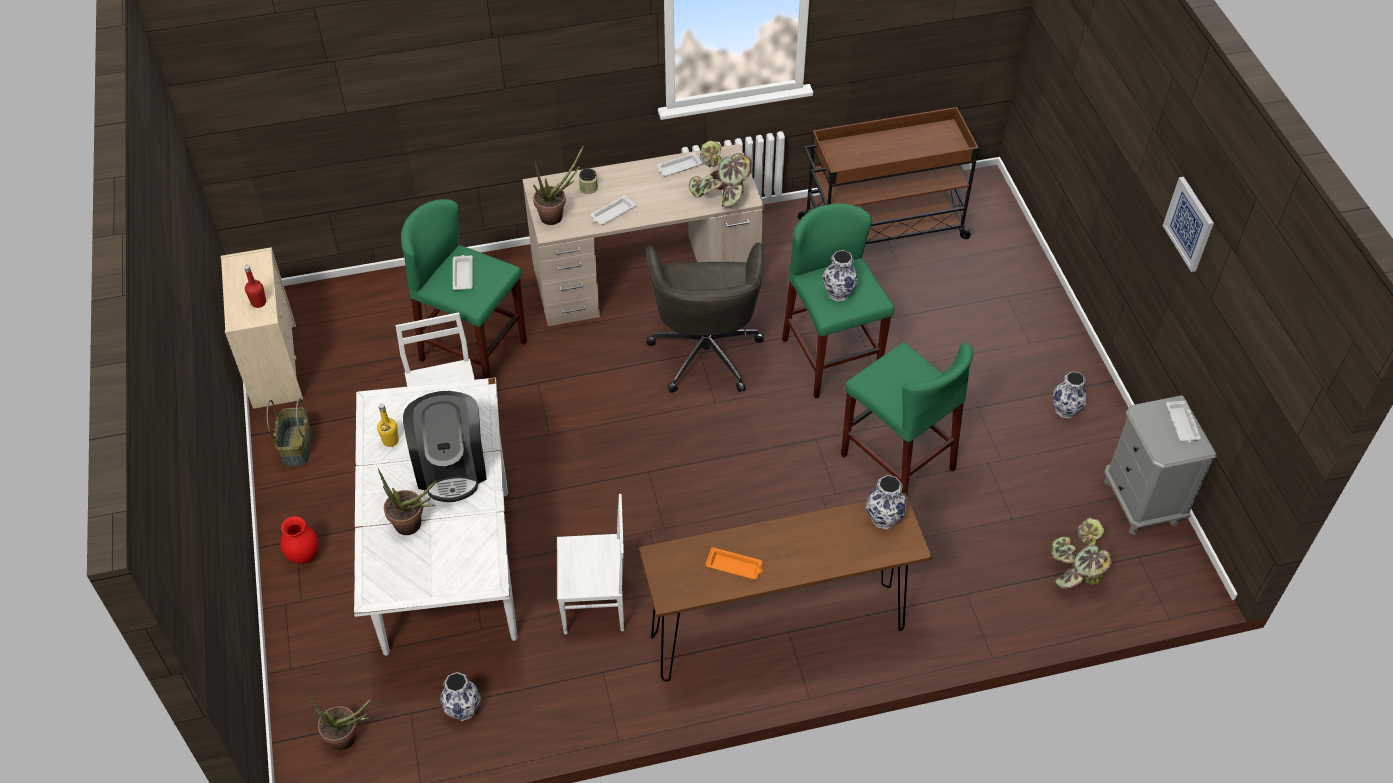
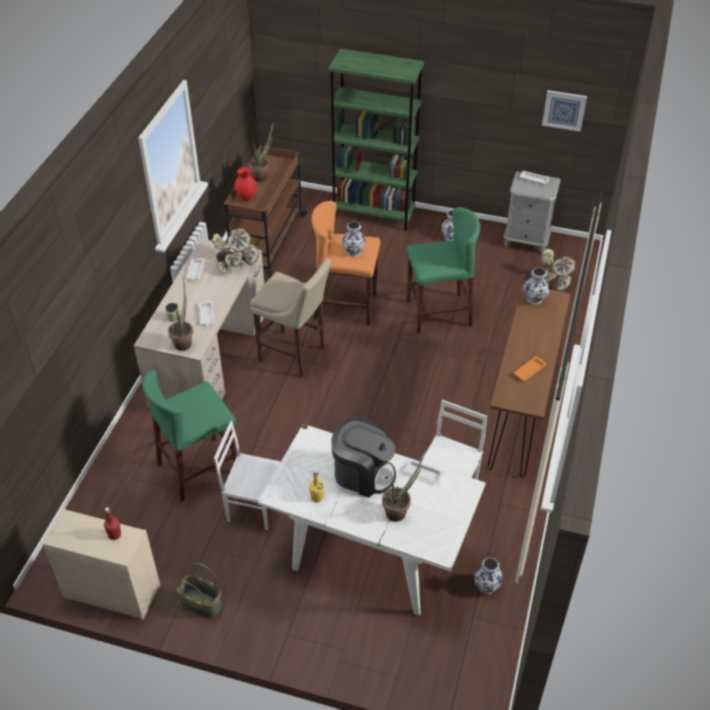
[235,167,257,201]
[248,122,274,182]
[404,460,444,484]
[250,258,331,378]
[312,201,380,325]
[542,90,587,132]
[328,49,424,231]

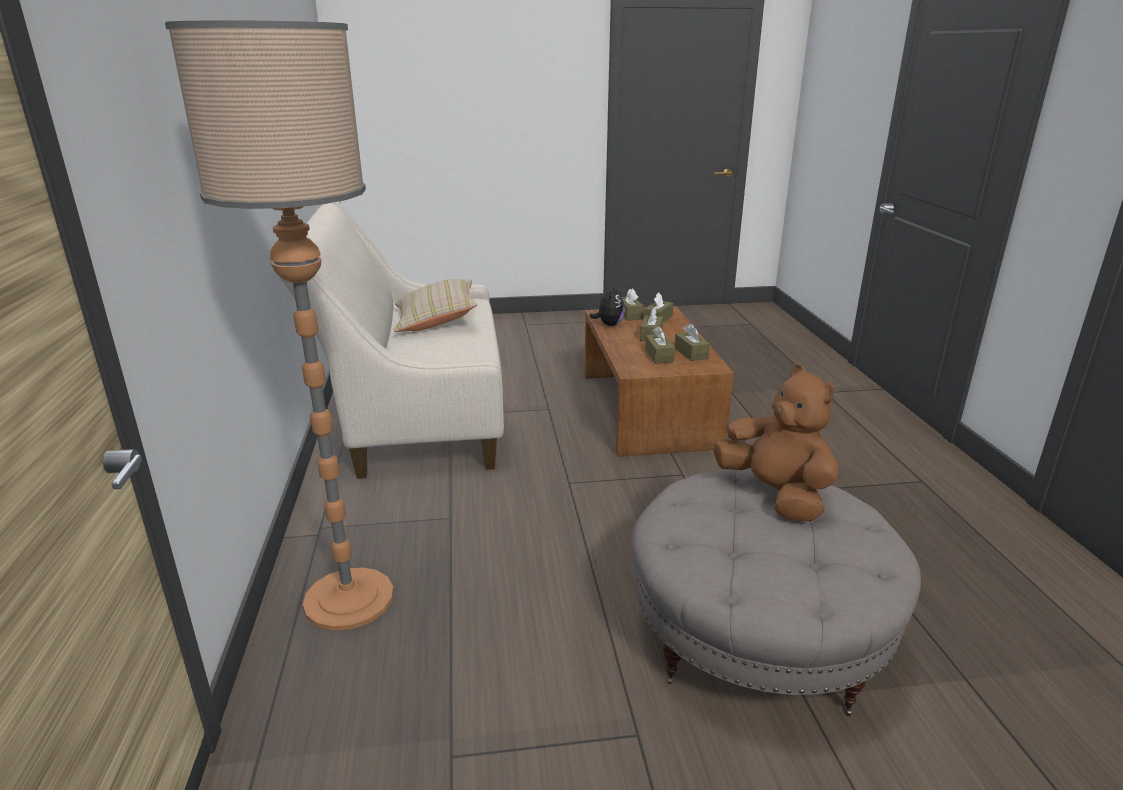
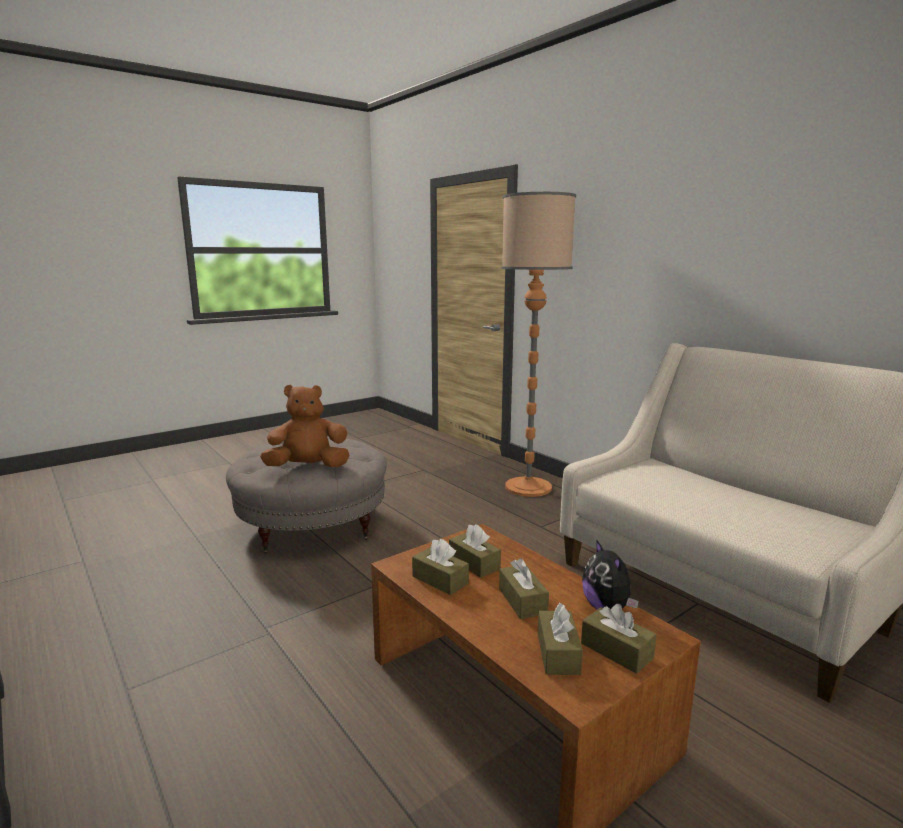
[394,279,477,332] (first image)
[260,385,350,467]

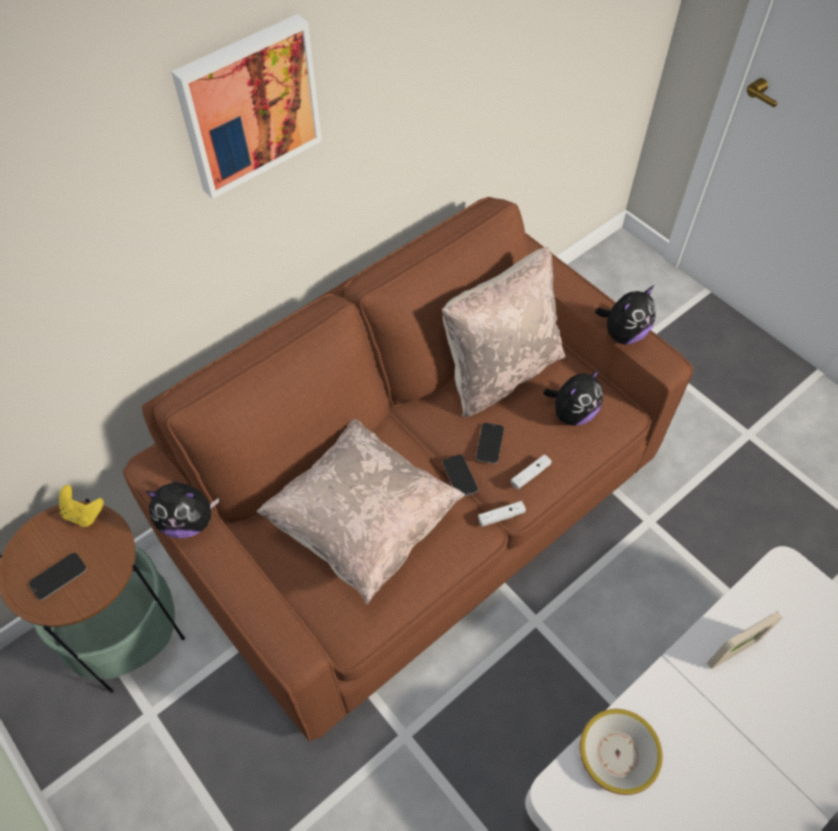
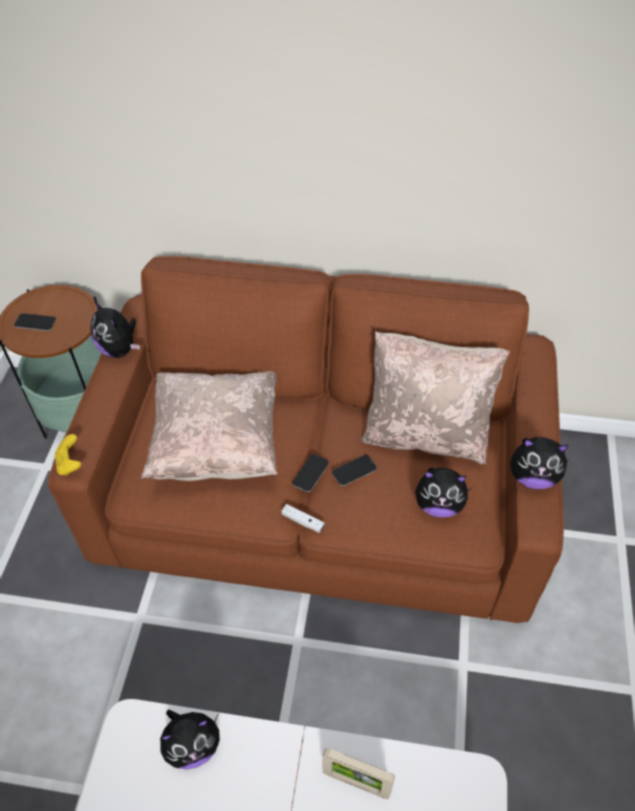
[55,434,81,476]
[171,14,322,199] (first image)
[511,454,552,490] (first image)
[160,709,220,770]

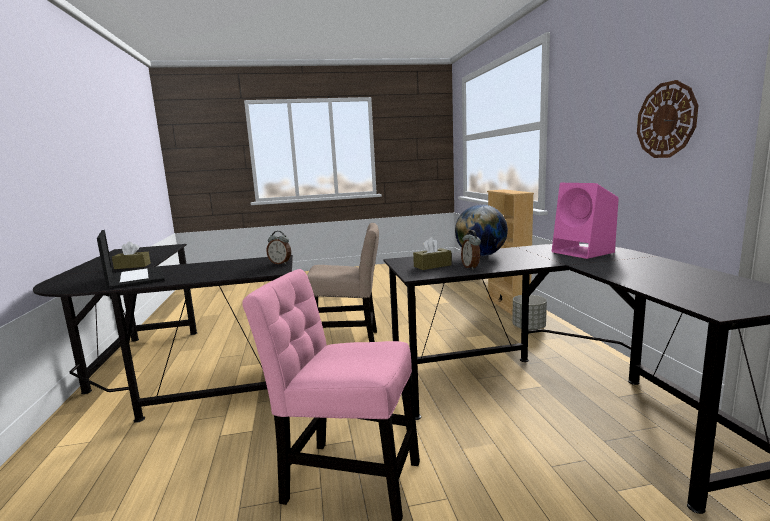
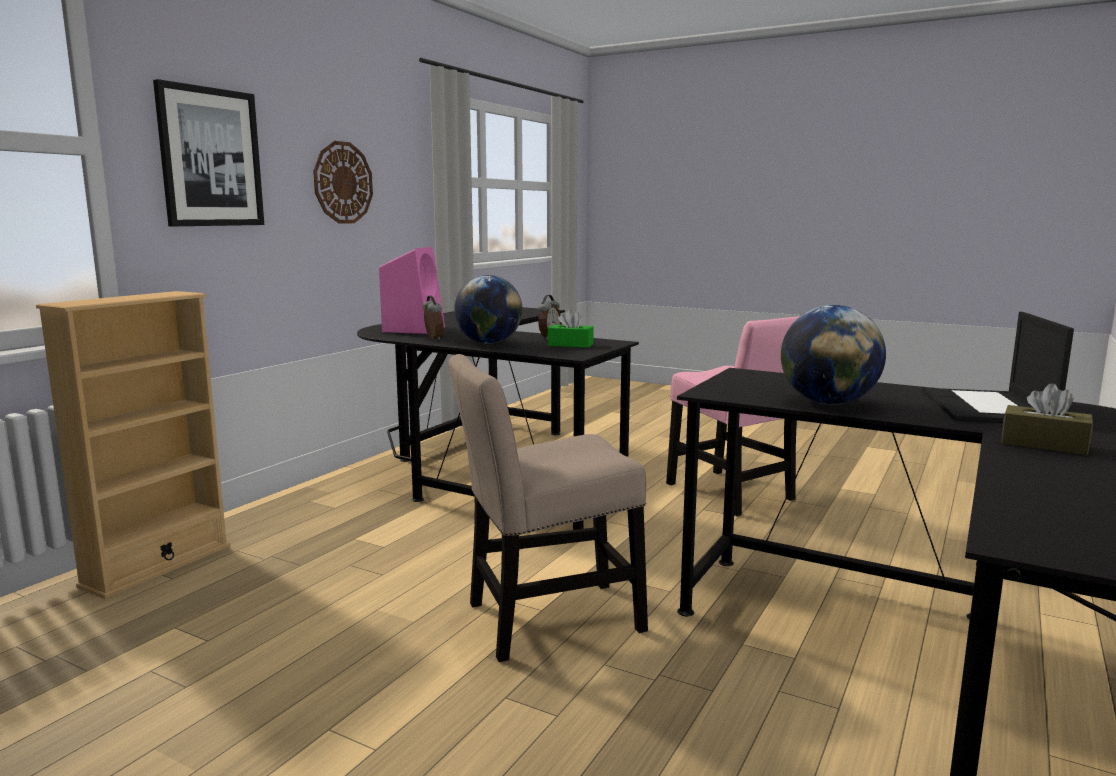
[422,295,444,340]
[448,354,648,662]
[548,309,594,348]
[512,295,547,331] (first image)
[153,79,264,226]
[781,305,886,405]

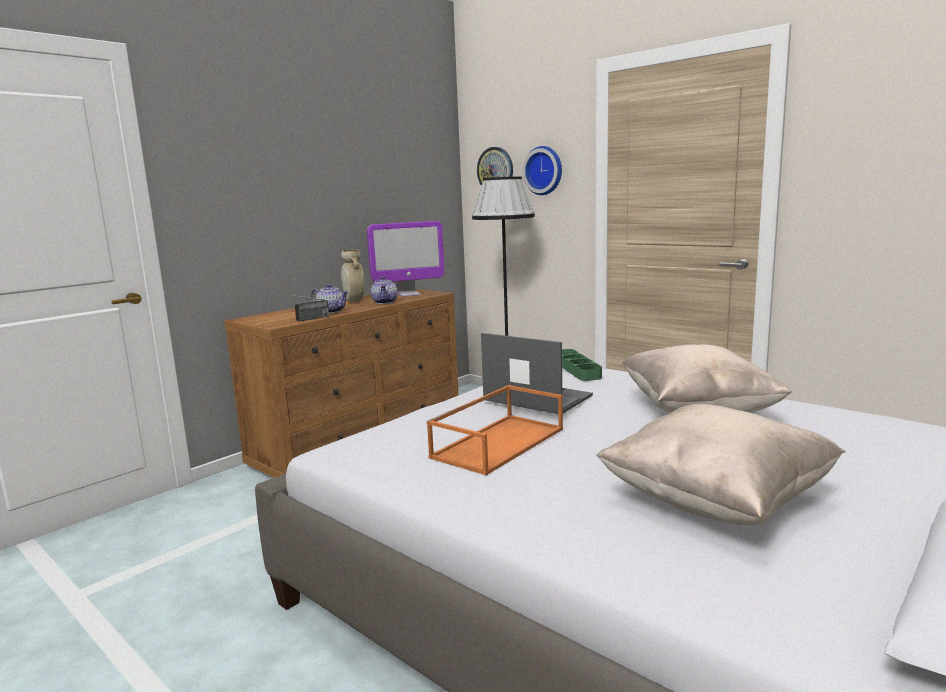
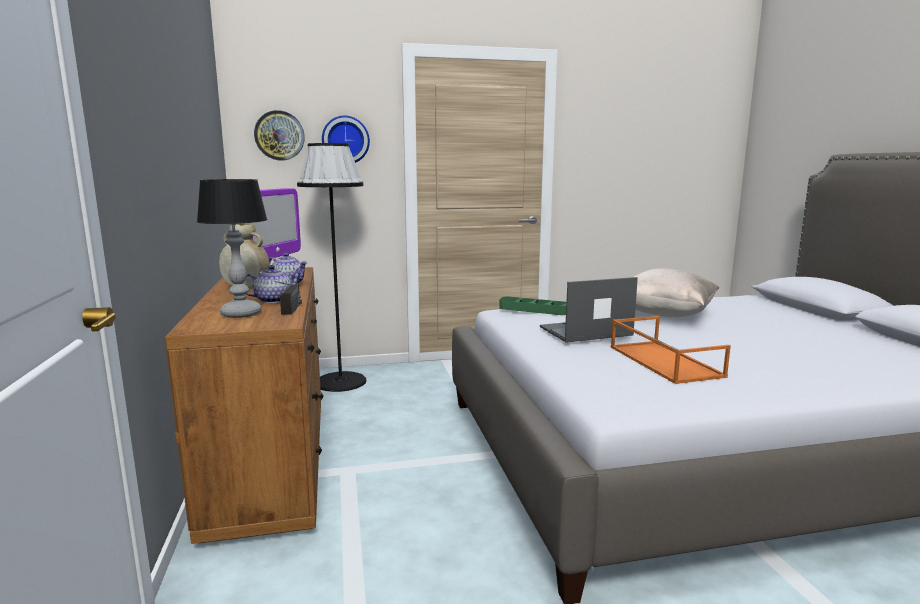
[596,404,845,525] (first image)
[197,179,268,318]

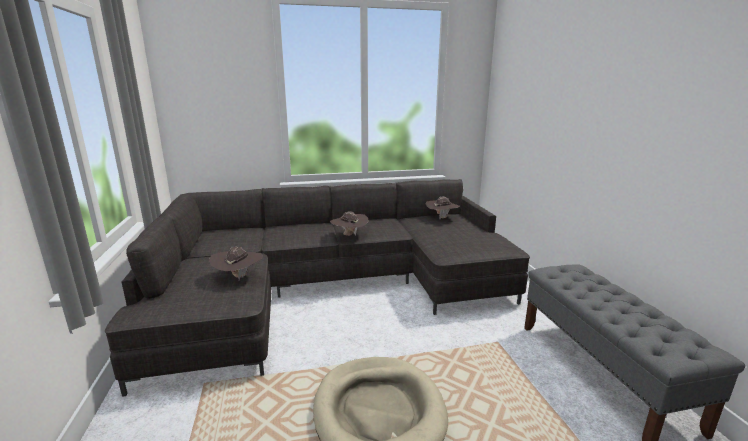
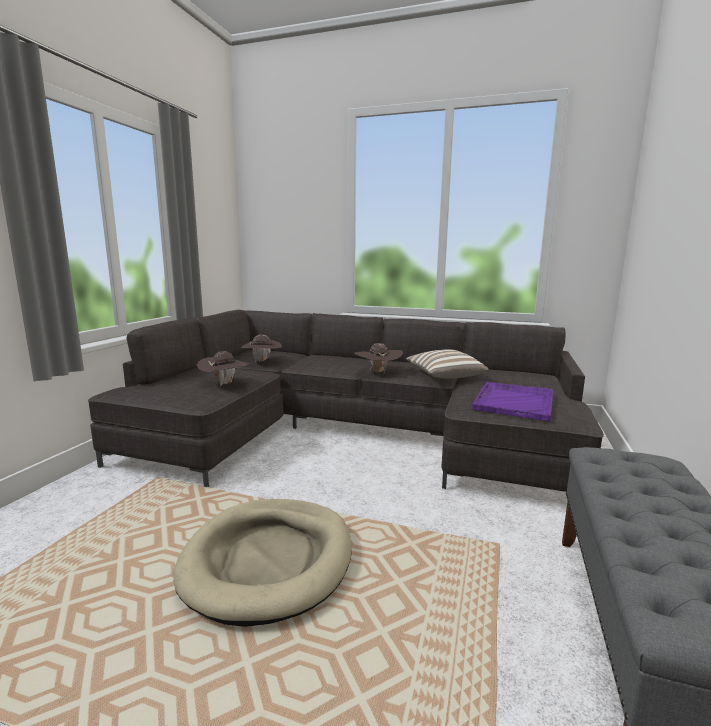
[241,335,282,363]
[405,349,489,379]
[472,382,553,421]

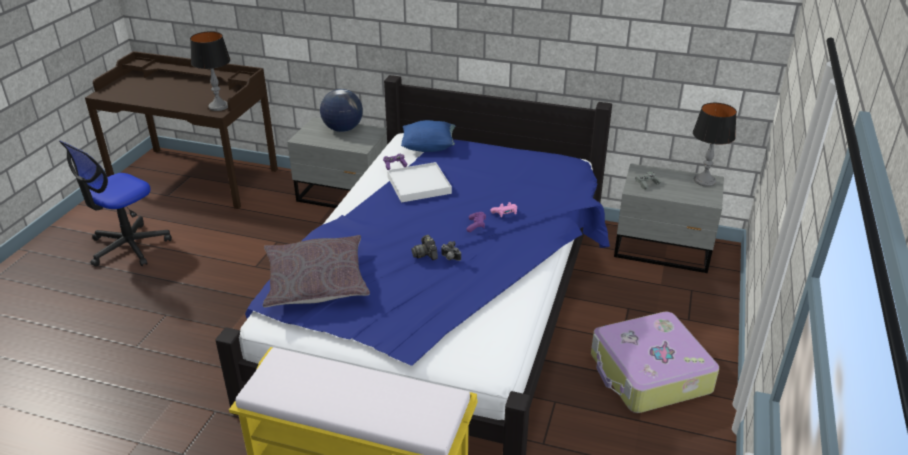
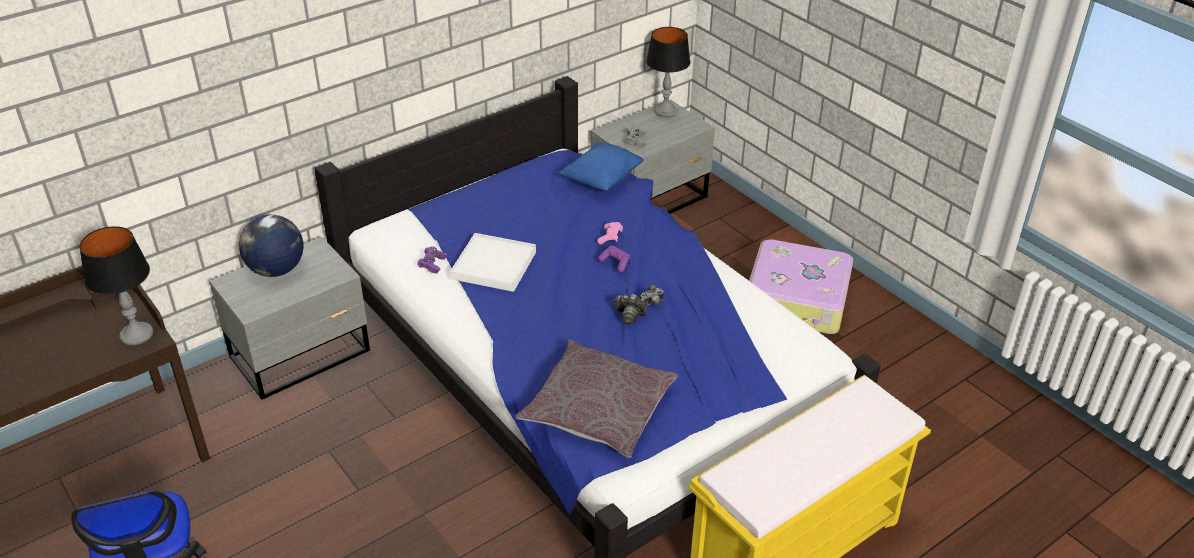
[559,142,644,191]

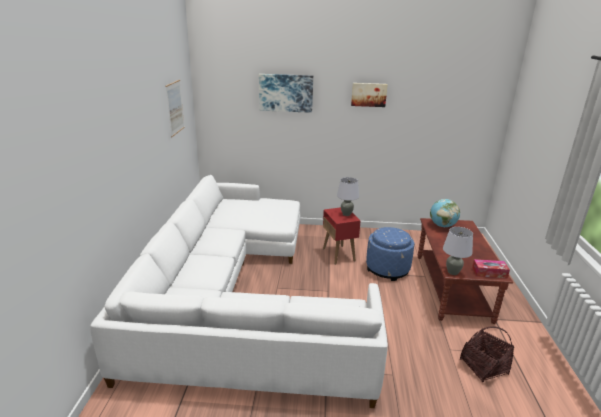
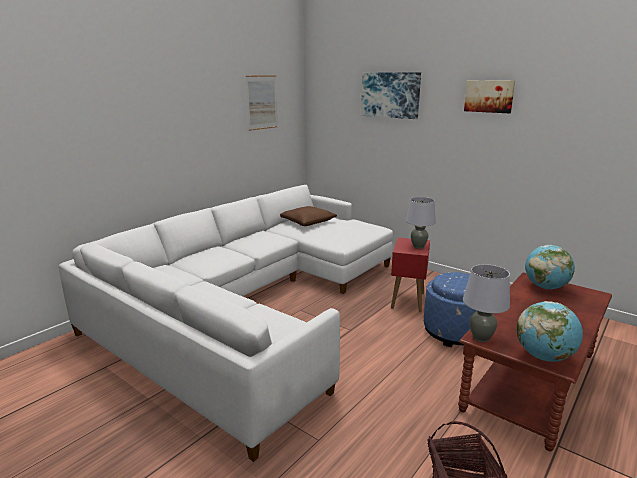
[517,301,583,362]
[280,206,337,226]

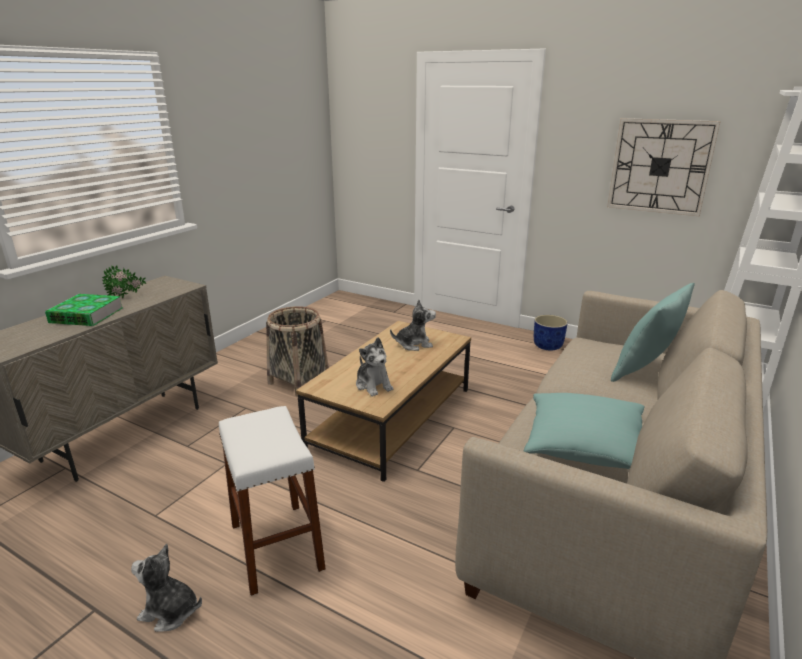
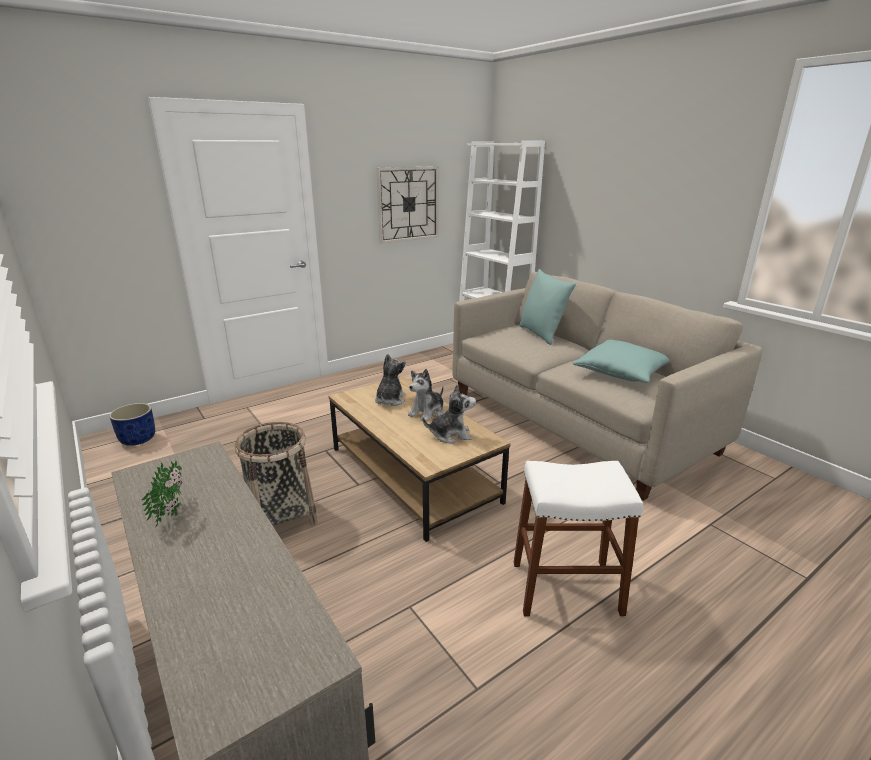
[45,294,123,326] (first image)
[408,369,444,422]
[109,403,155,446]

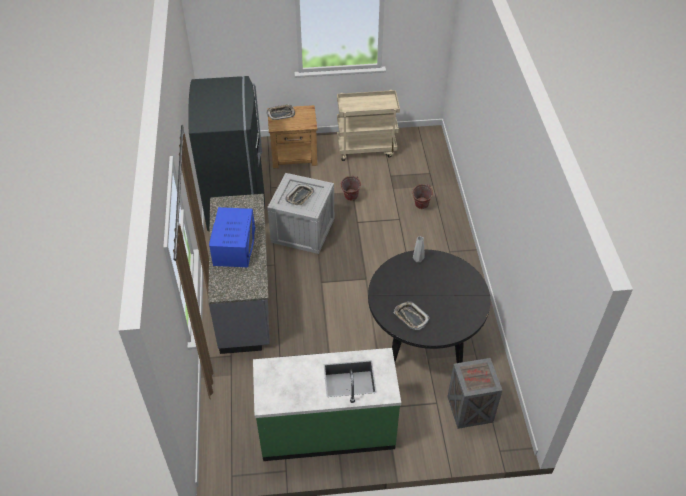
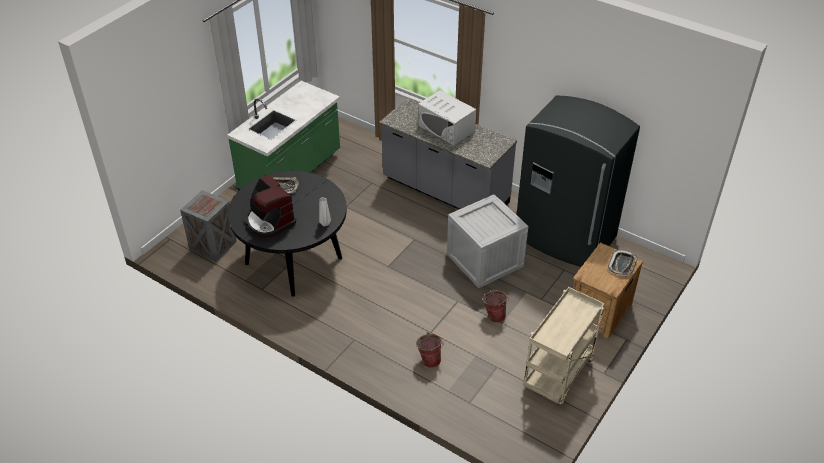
[418,90,476,145]
[286,184,314,205] (first image)
[246,175,296,238]

